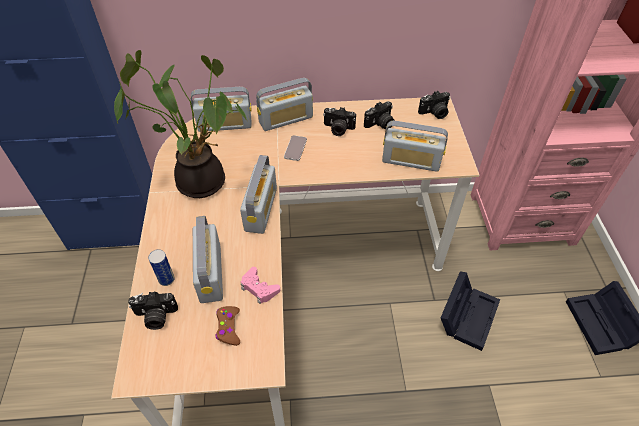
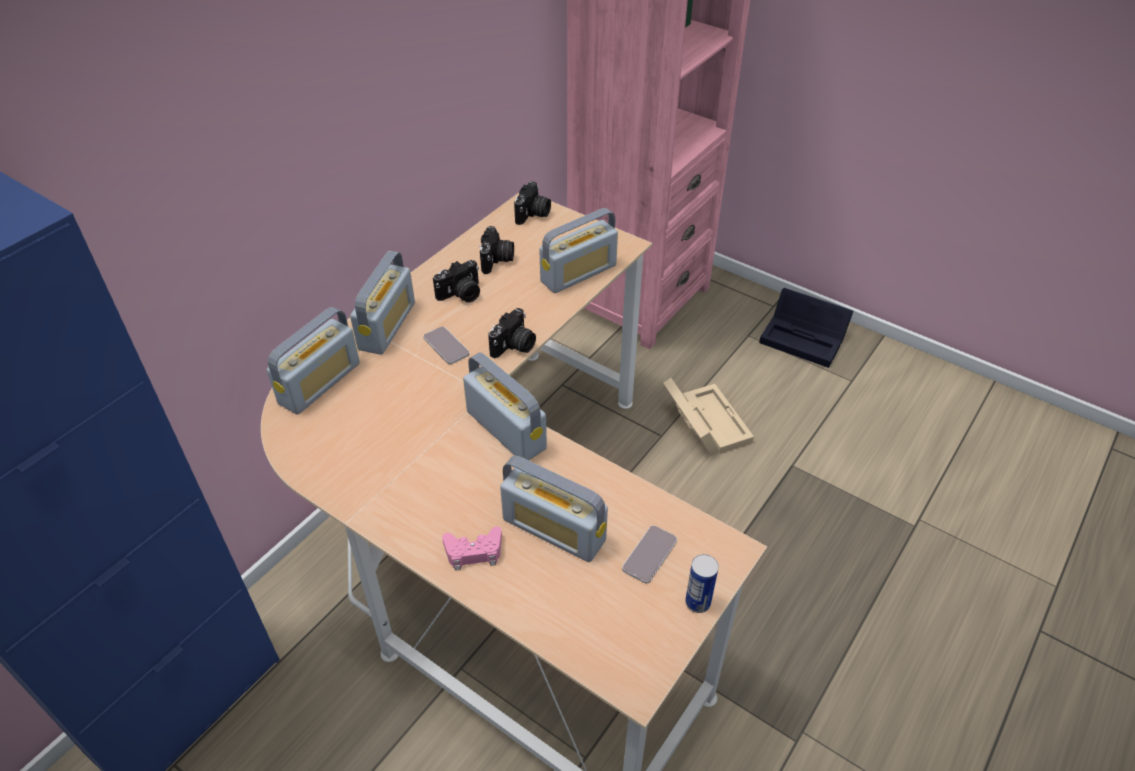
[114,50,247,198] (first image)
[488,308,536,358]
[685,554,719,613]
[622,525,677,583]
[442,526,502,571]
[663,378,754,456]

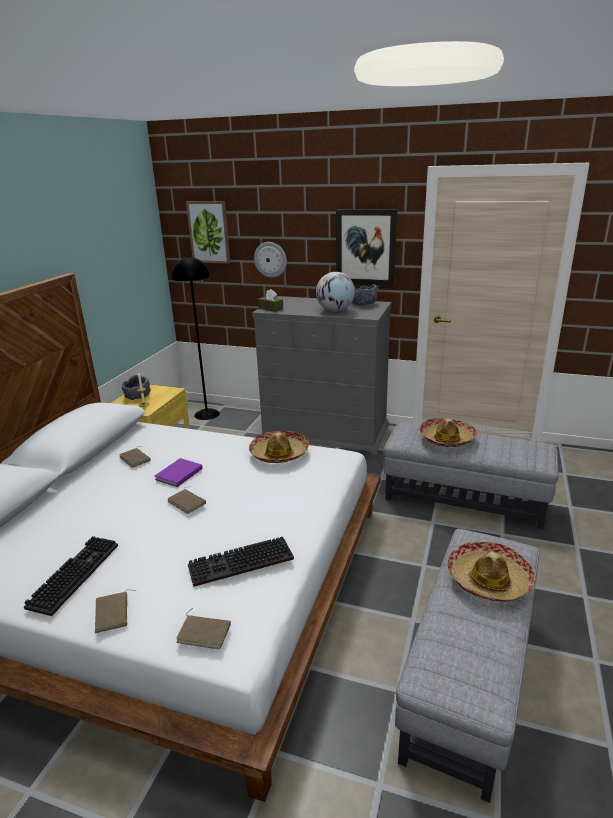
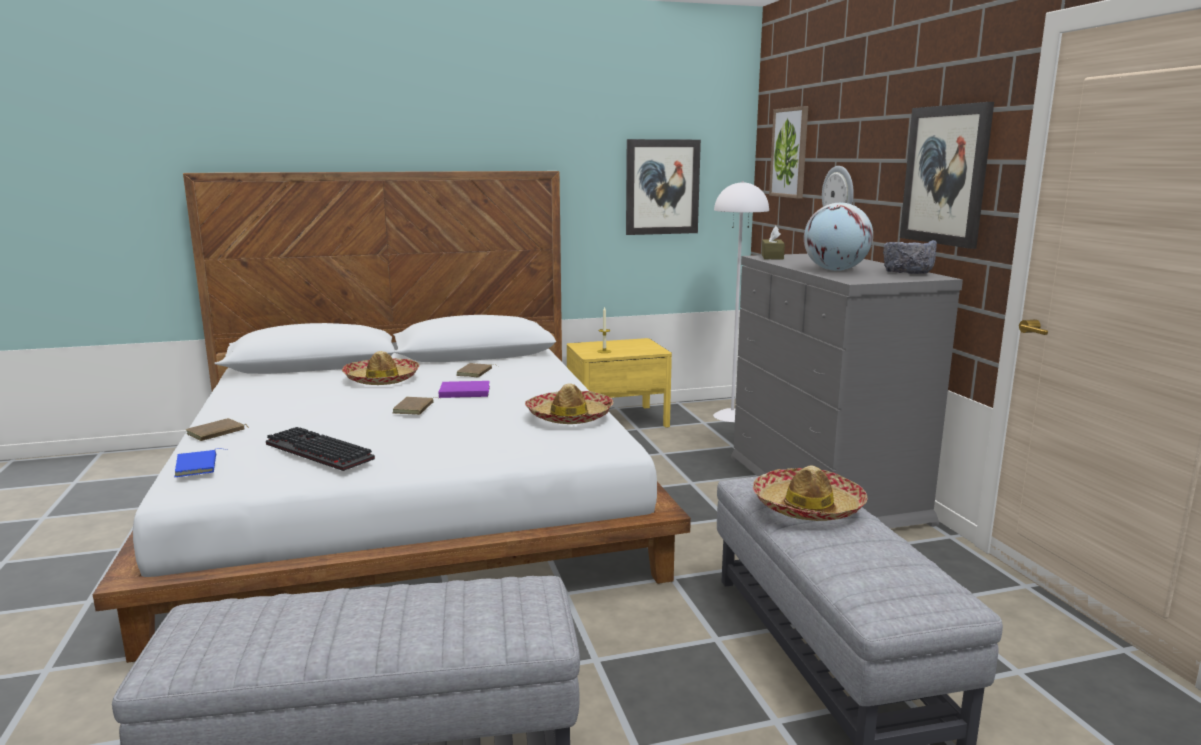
[24,536,118,616] (first image)
[122,375,151,400] (first image)
[713,181,769,422]
[174,448,227,477]
[342,351,420,385]
[626,139,701,235]

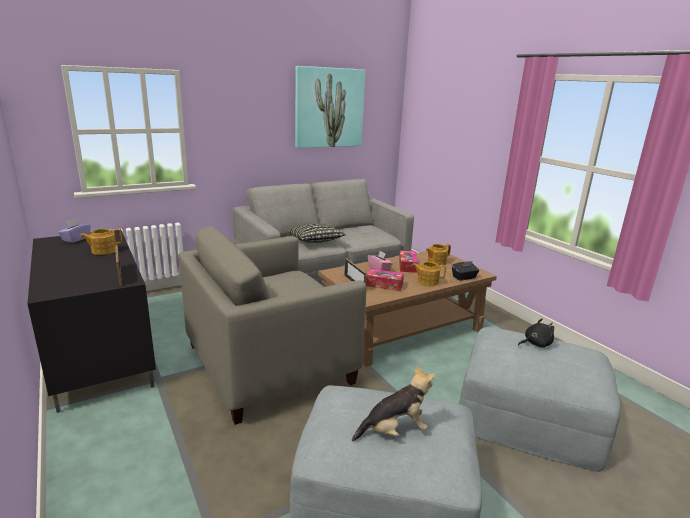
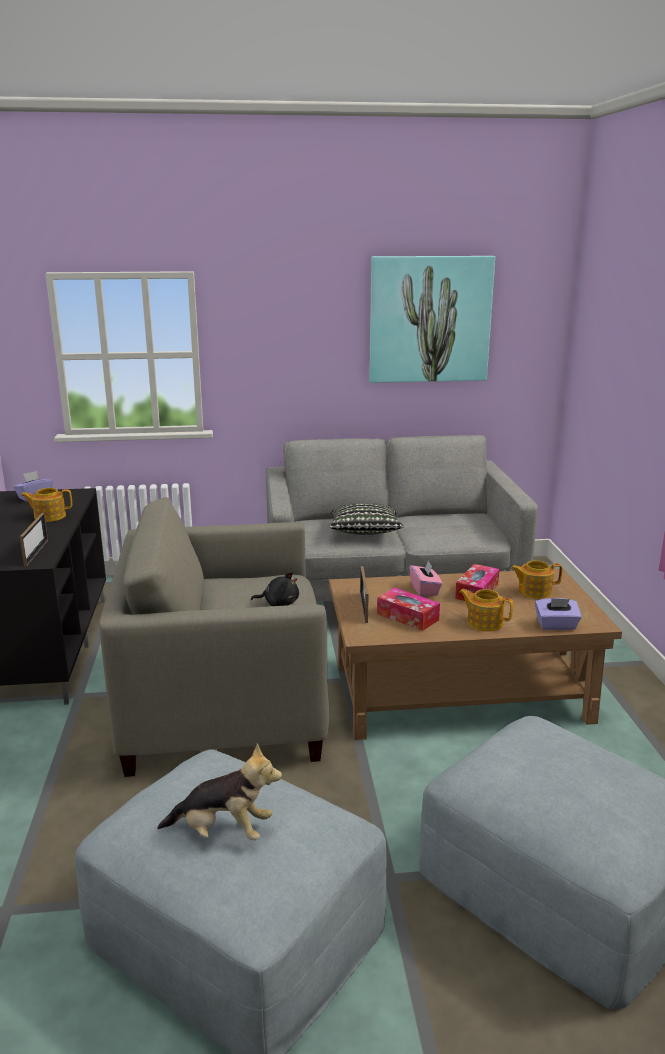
[535,598,582,630]
[251,572,299,606]

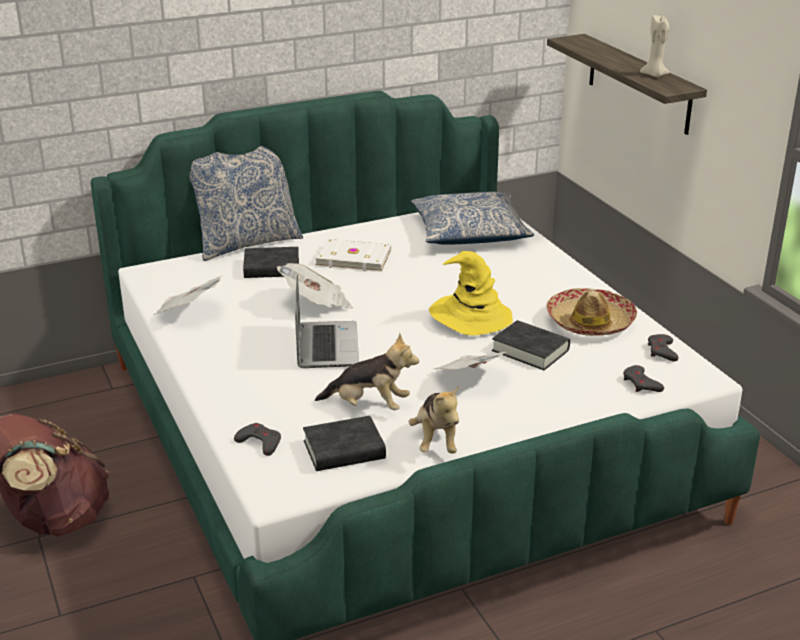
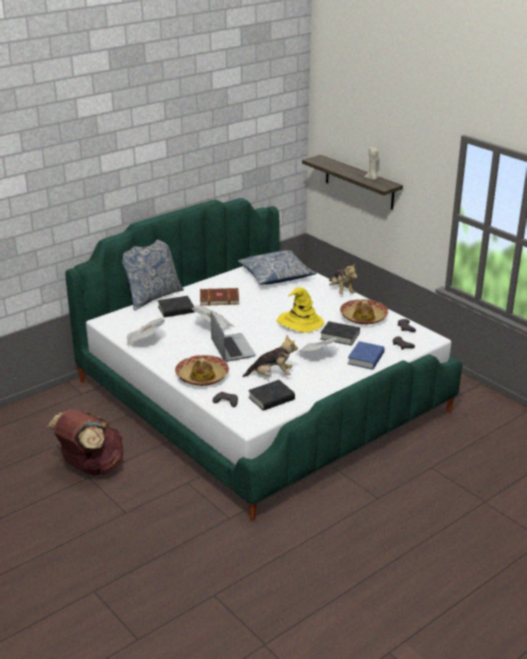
[200,288,239,306]
[329,264,357,294]
[175,355,229,386]
[348,341,384,370]

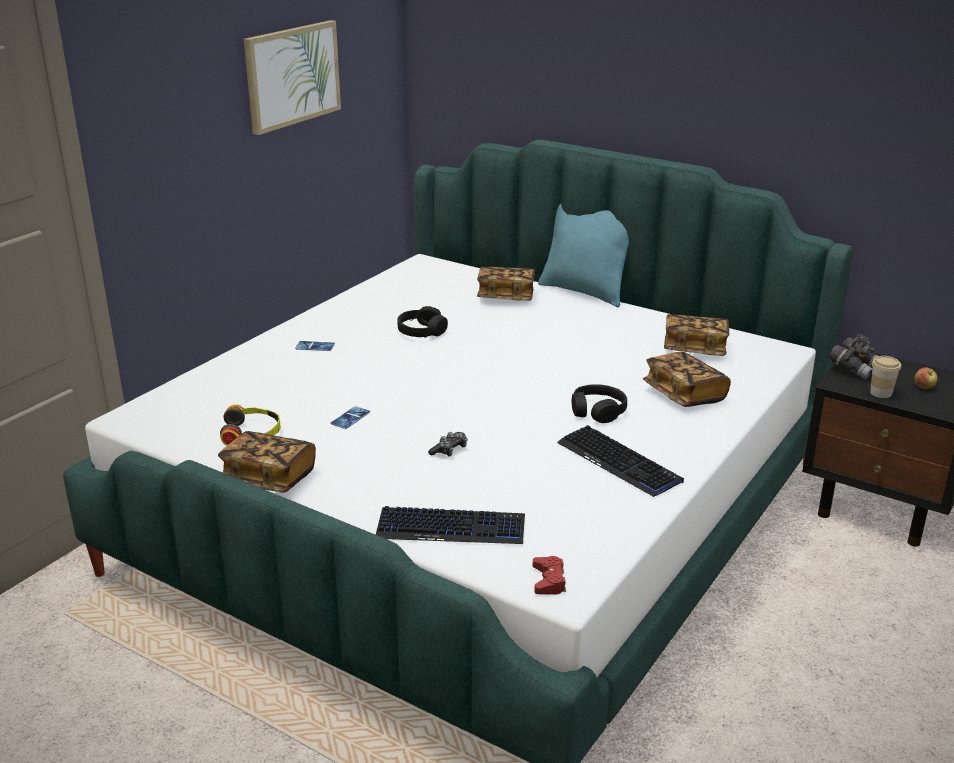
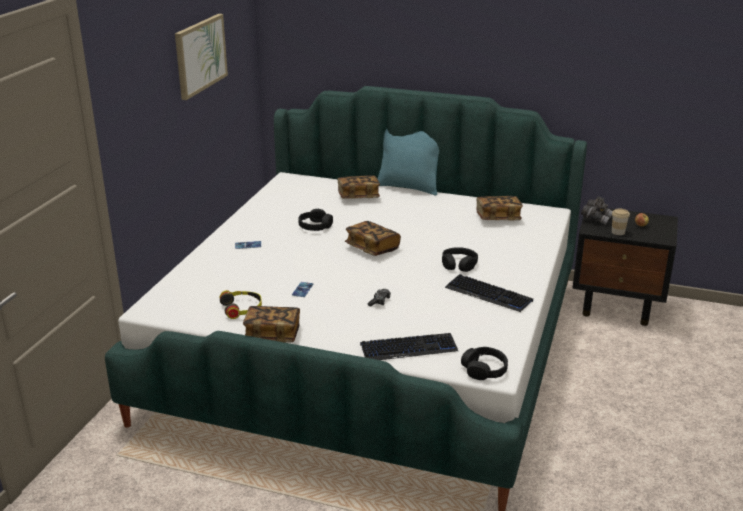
[461,347,508,380]
[345,221,401,256]

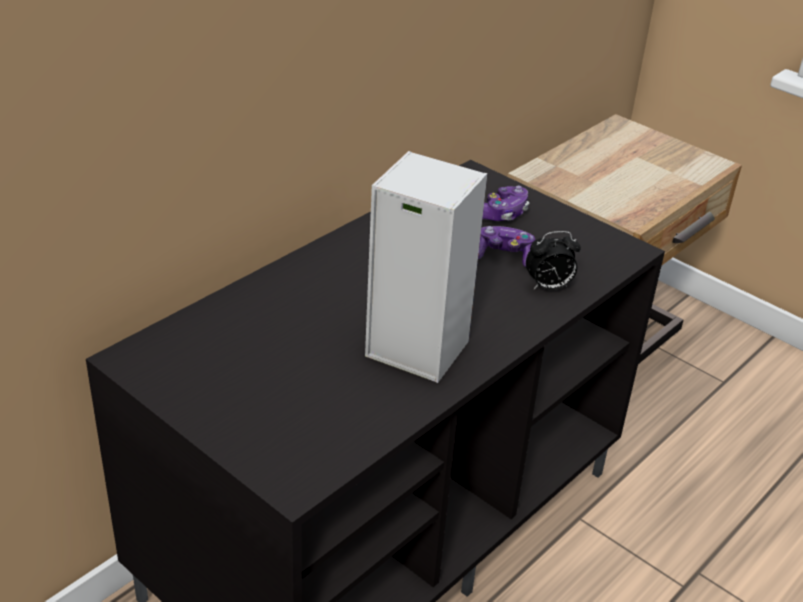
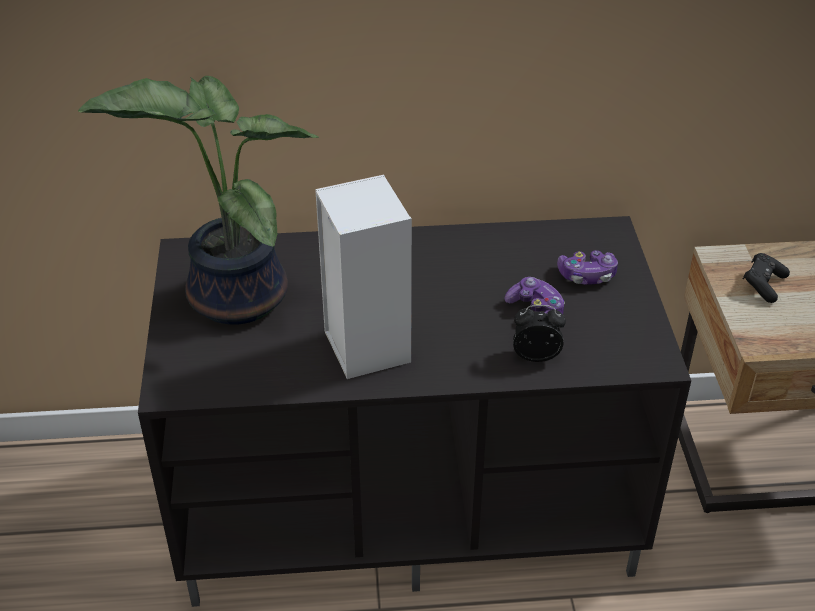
[513,305,566,362]
[78,76,319,325]
[743,253,790,303]

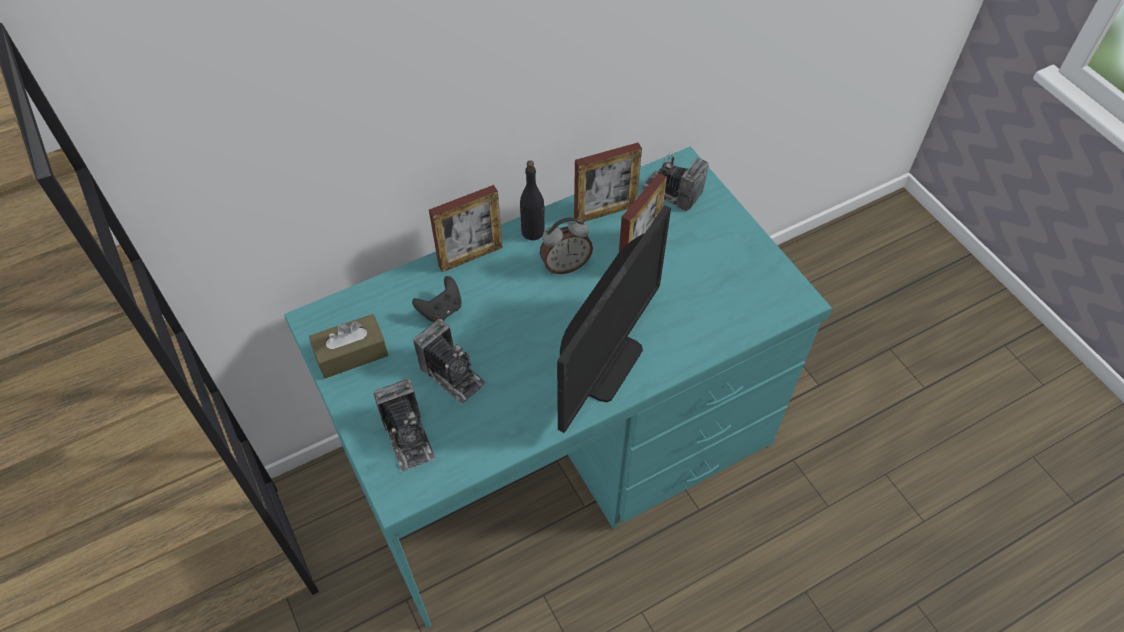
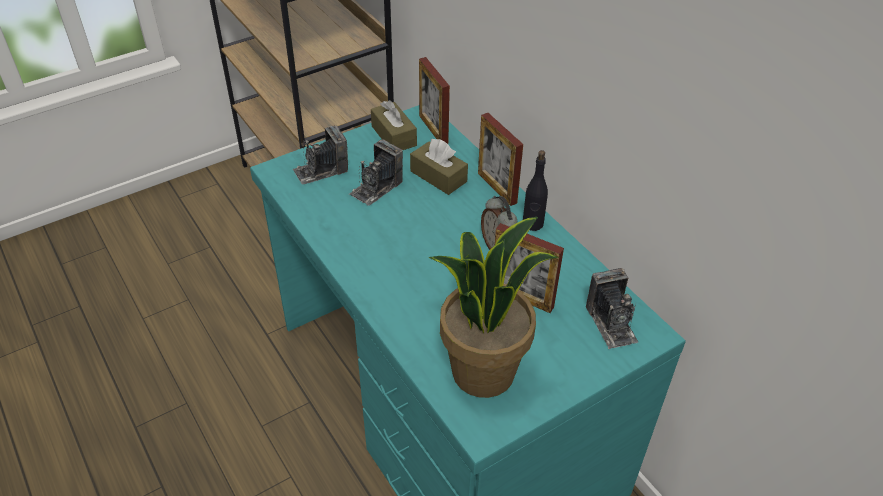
[410,139,468,195]
[557,205,671,433] (first image)
[419,57,450,144]
[586,268,638,350]
[429,217,559,398]

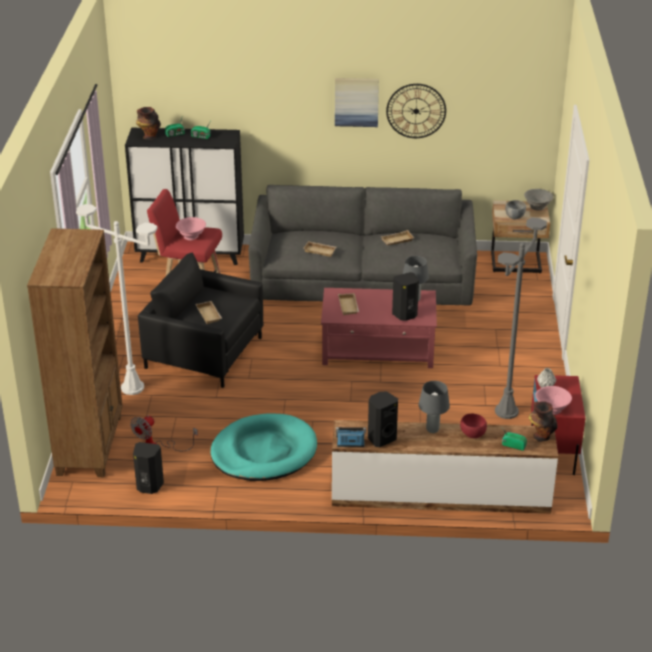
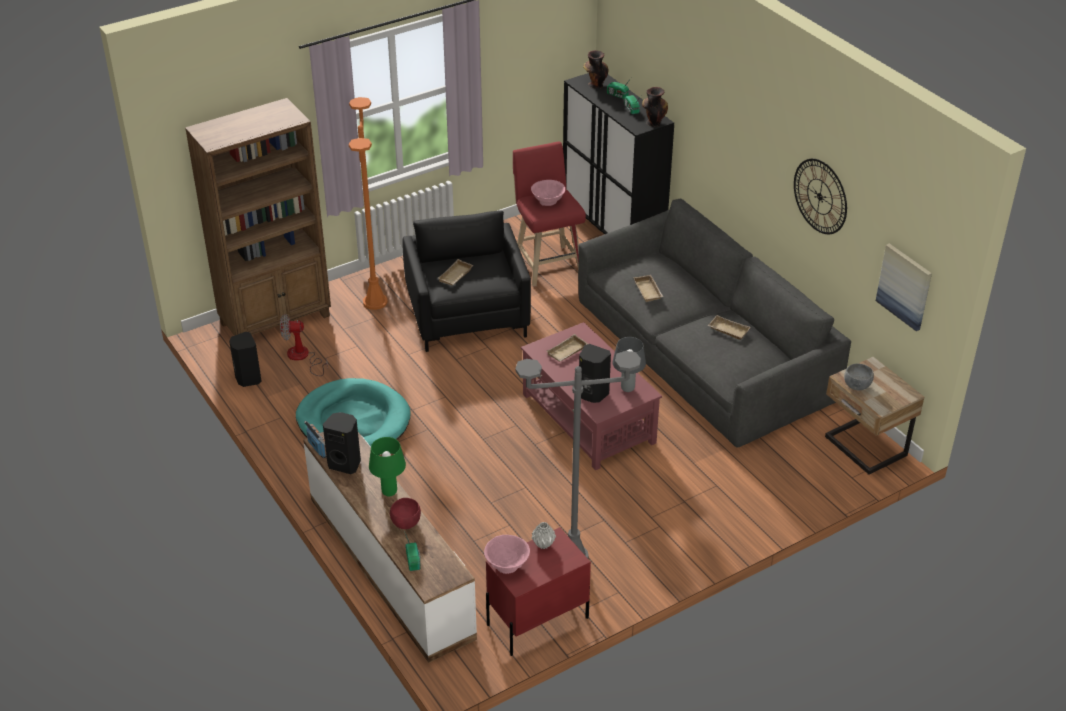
[349,97,388,310]
[876,243,932,331]
[369,437,406,496]
[524,189,553,211] (first image)
[642,87,668,127]

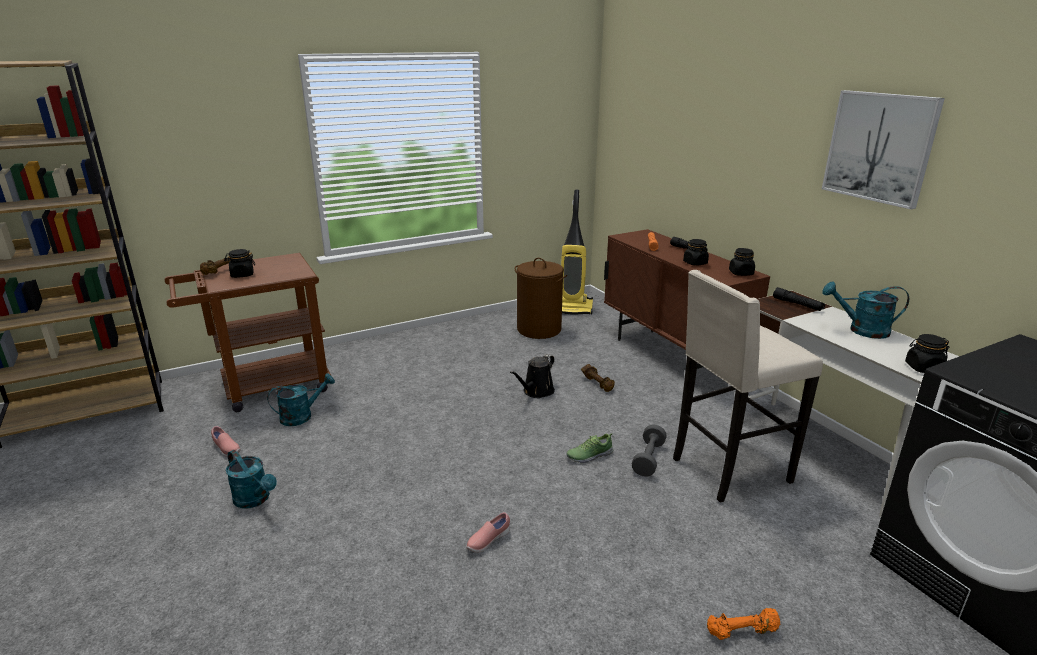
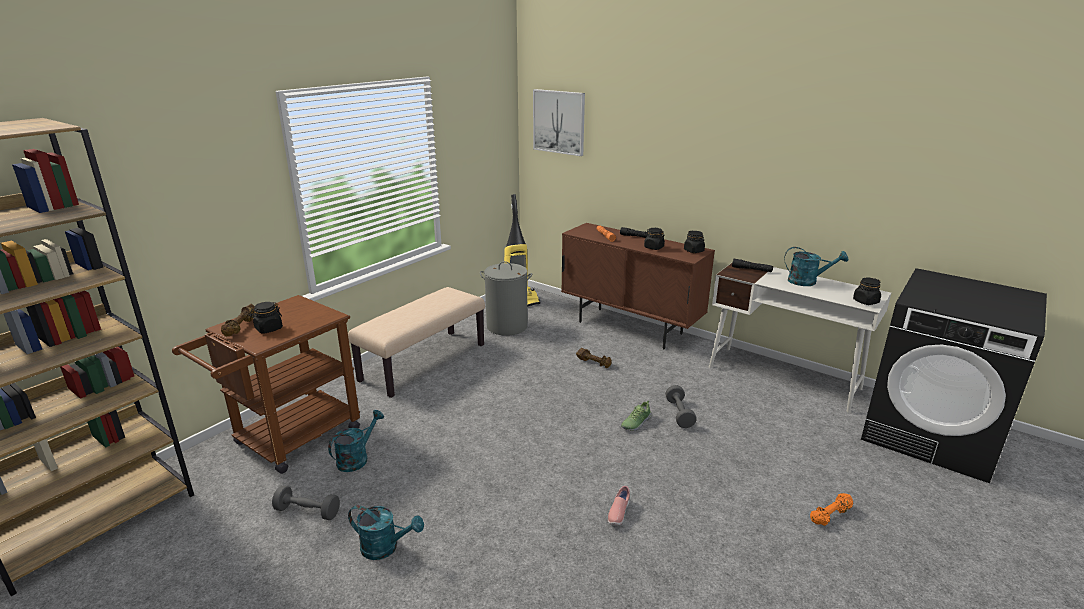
[272,485,340,520]
[510,354,555,398] (first image)
[480,261,532,336]
[673,270,823,503] (first image)
[533,89,585,156]
[784,247,848,286]
[348,287,485,398]

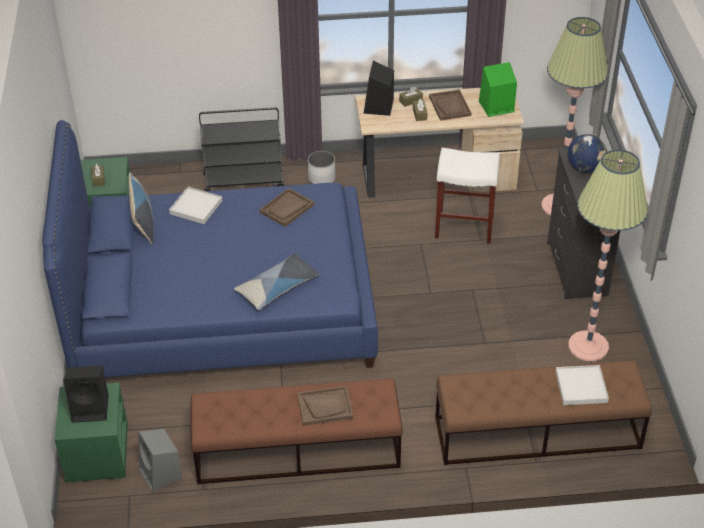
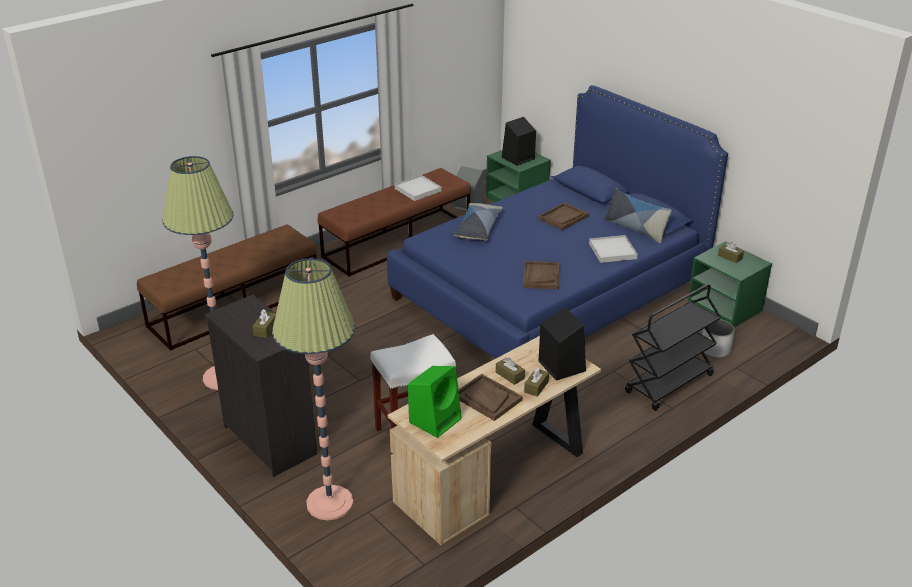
[538,202,589,230]
[702,319,735,358]
[395,175,441,201]
[252,309,276,338]

